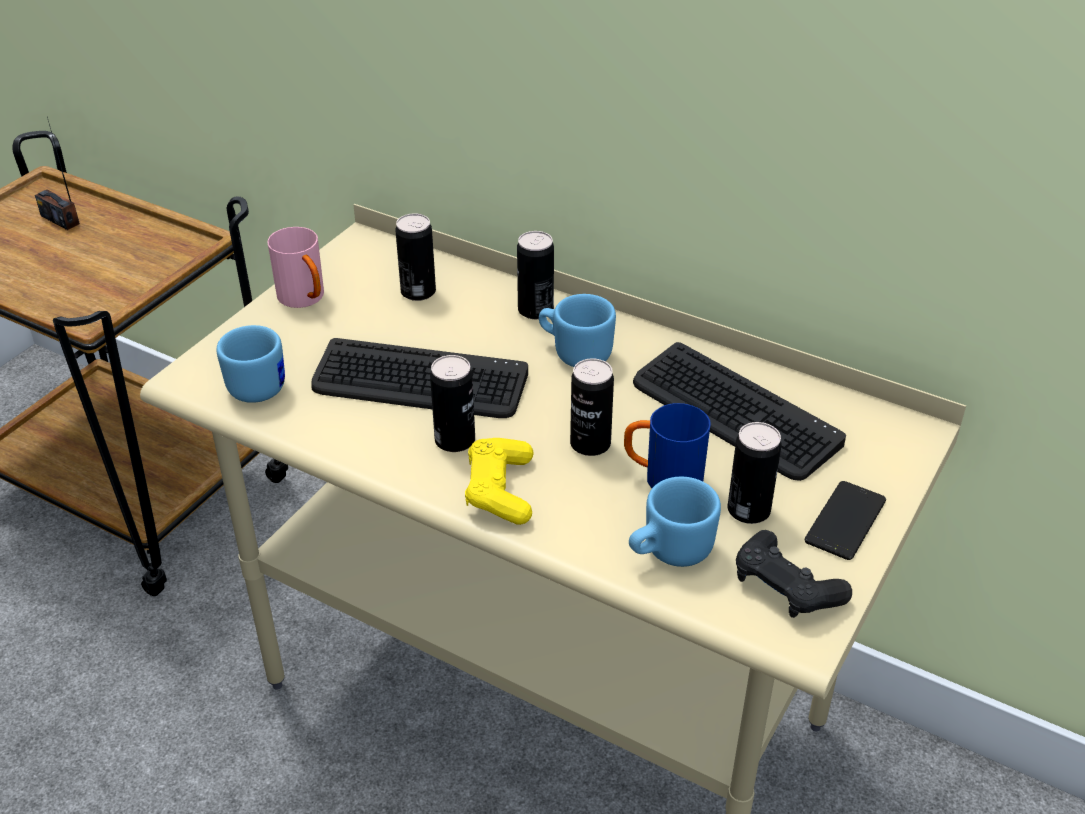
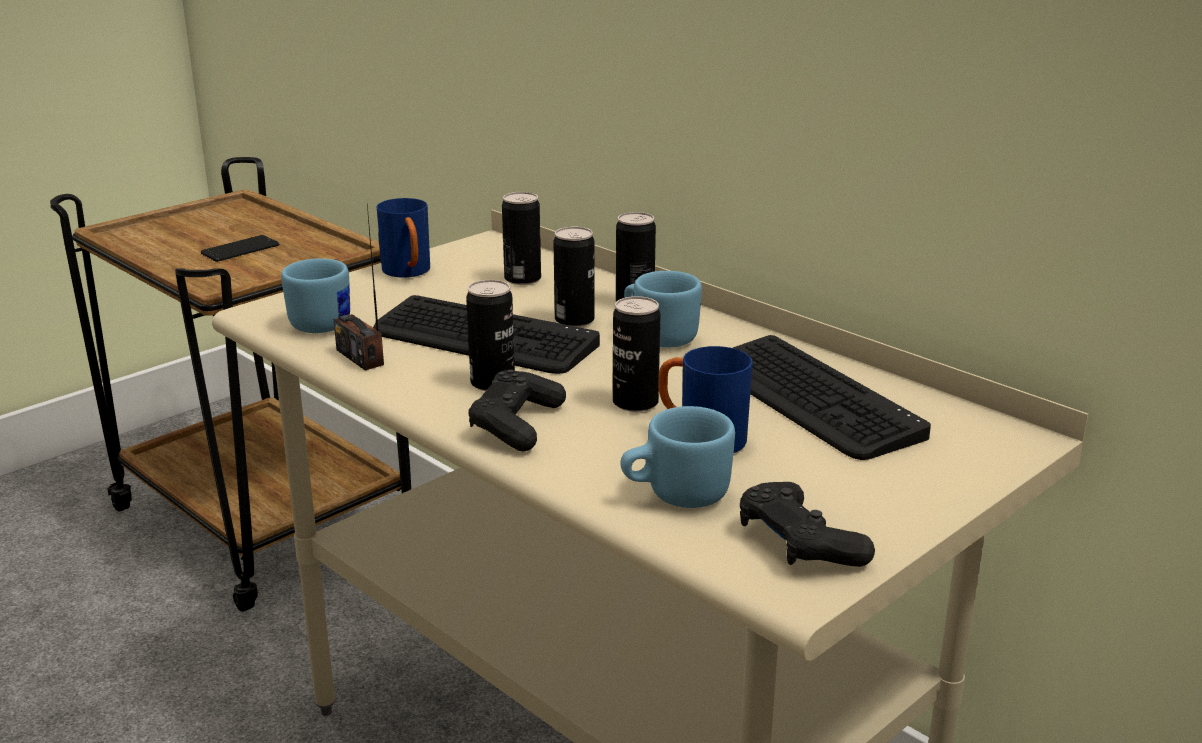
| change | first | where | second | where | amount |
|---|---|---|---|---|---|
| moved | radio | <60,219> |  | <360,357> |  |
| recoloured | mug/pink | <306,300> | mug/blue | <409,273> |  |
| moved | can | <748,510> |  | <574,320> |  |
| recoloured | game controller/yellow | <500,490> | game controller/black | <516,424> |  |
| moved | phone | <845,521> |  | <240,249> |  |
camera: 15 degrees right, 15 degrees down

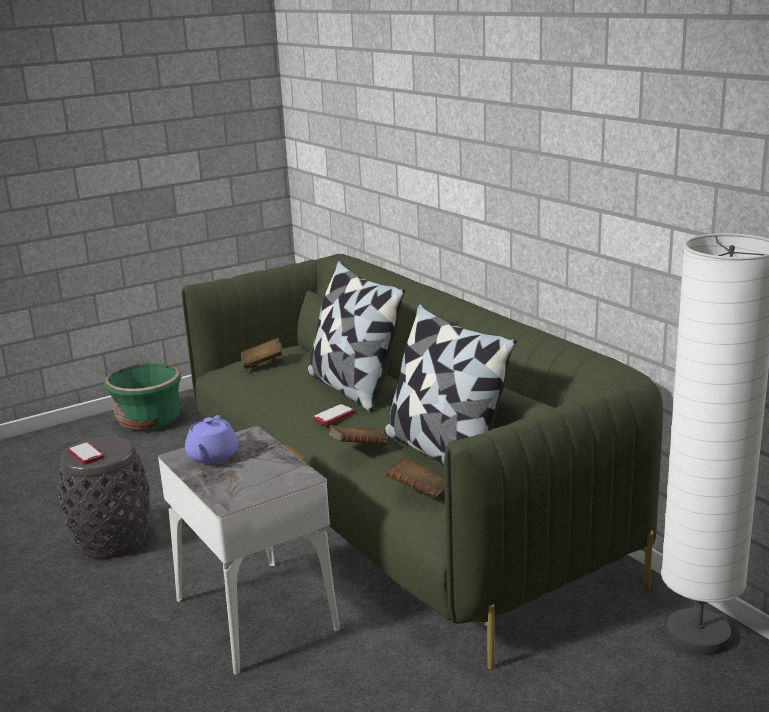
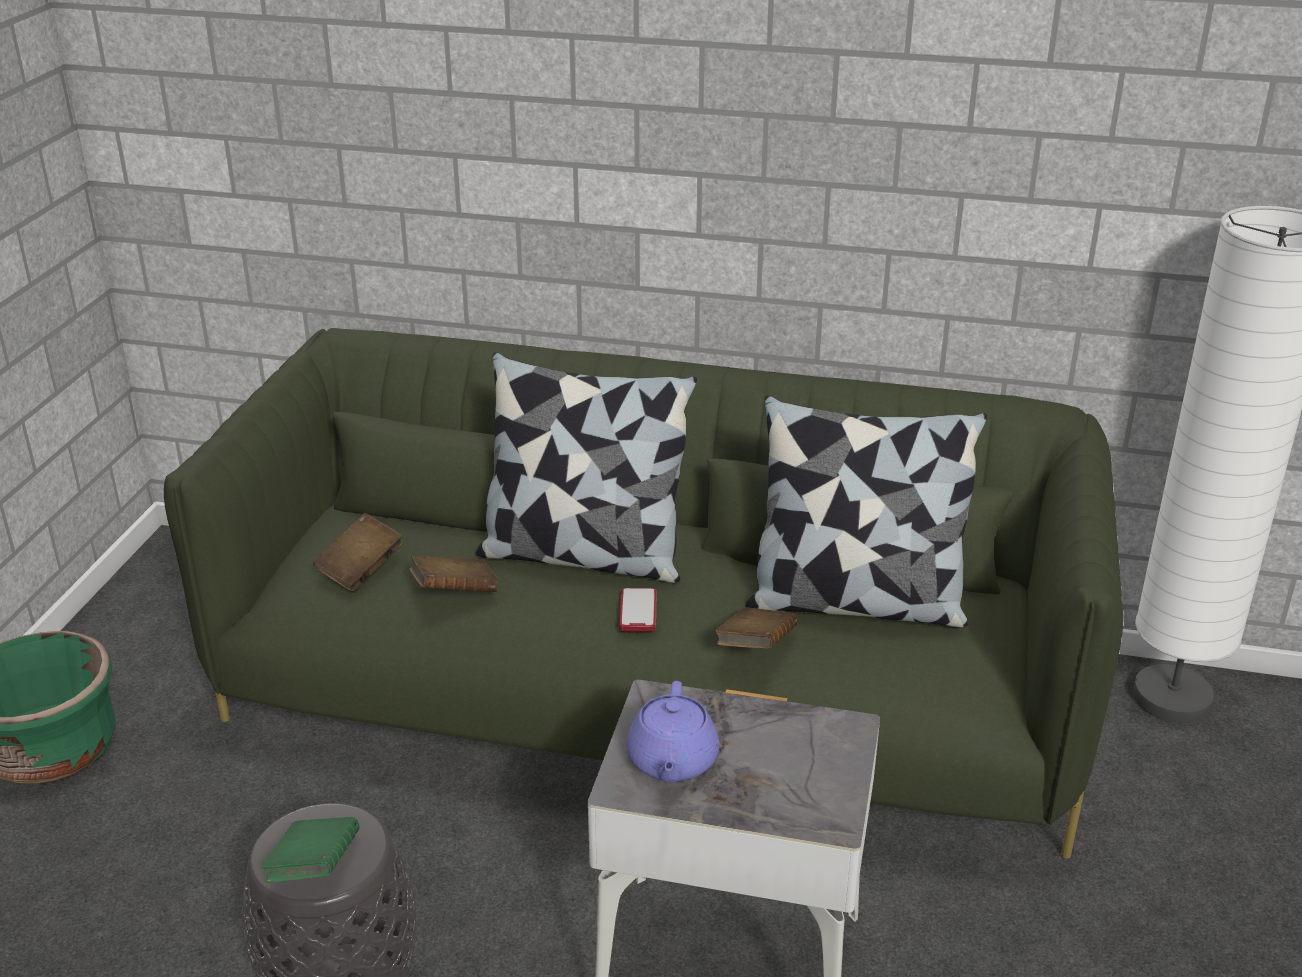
| change | first | where | second | where | amount |
|---|---|---|---|---|---|
| turned | teapot/purple | <212,457> |  | <672,762> | 45 degrees clockwise |
| replaced | phone | <86,455> | book/green | <314,868> |  |
| moved | book/brown | <417,491> |  | <455,592> |  |
camera: 45 degrees left, 10 degrees up

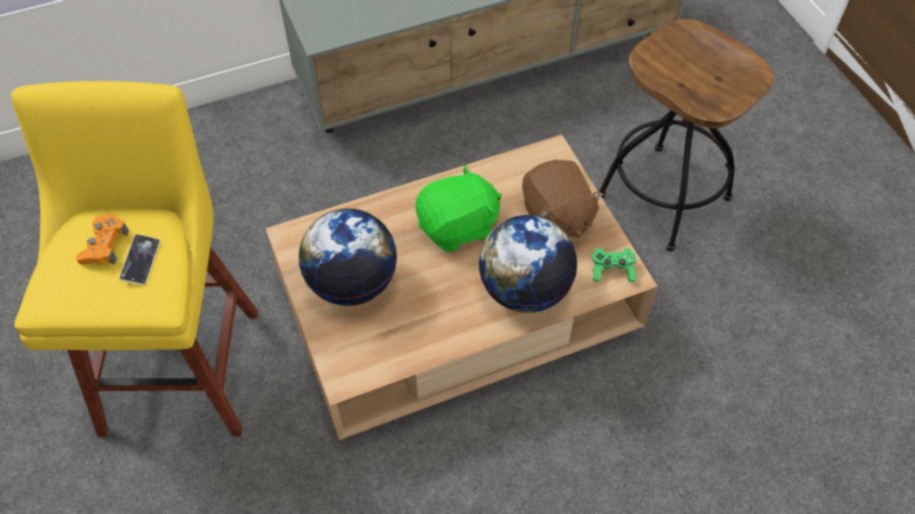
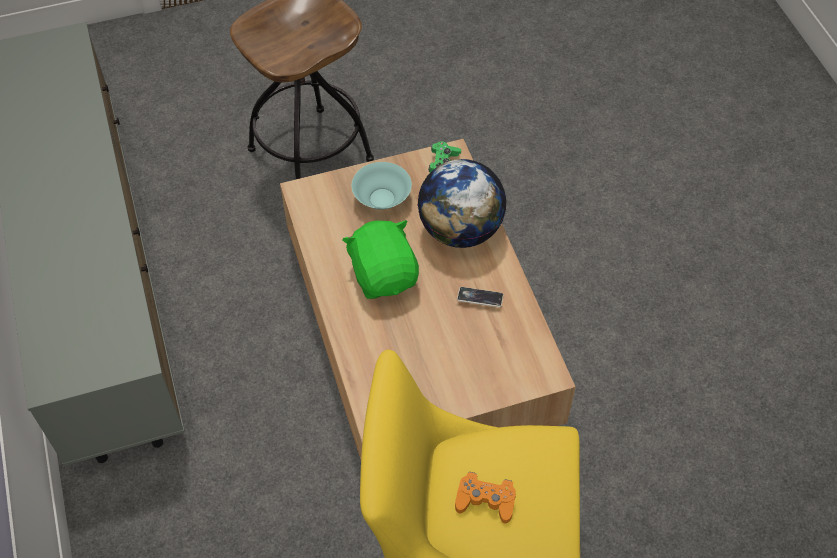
| change | first | where | second | where | amount |
|---|---|---|---|---|---|
| replaced | plush toy/brown | <556,217> | bowl/turquoise | <381,198> |  |
| removed | globe | <352,282> |  |  |  |
| moved | phone | <141,261> |  | <480,298> |  |
camera: 85 degrees left, 0 degrees up

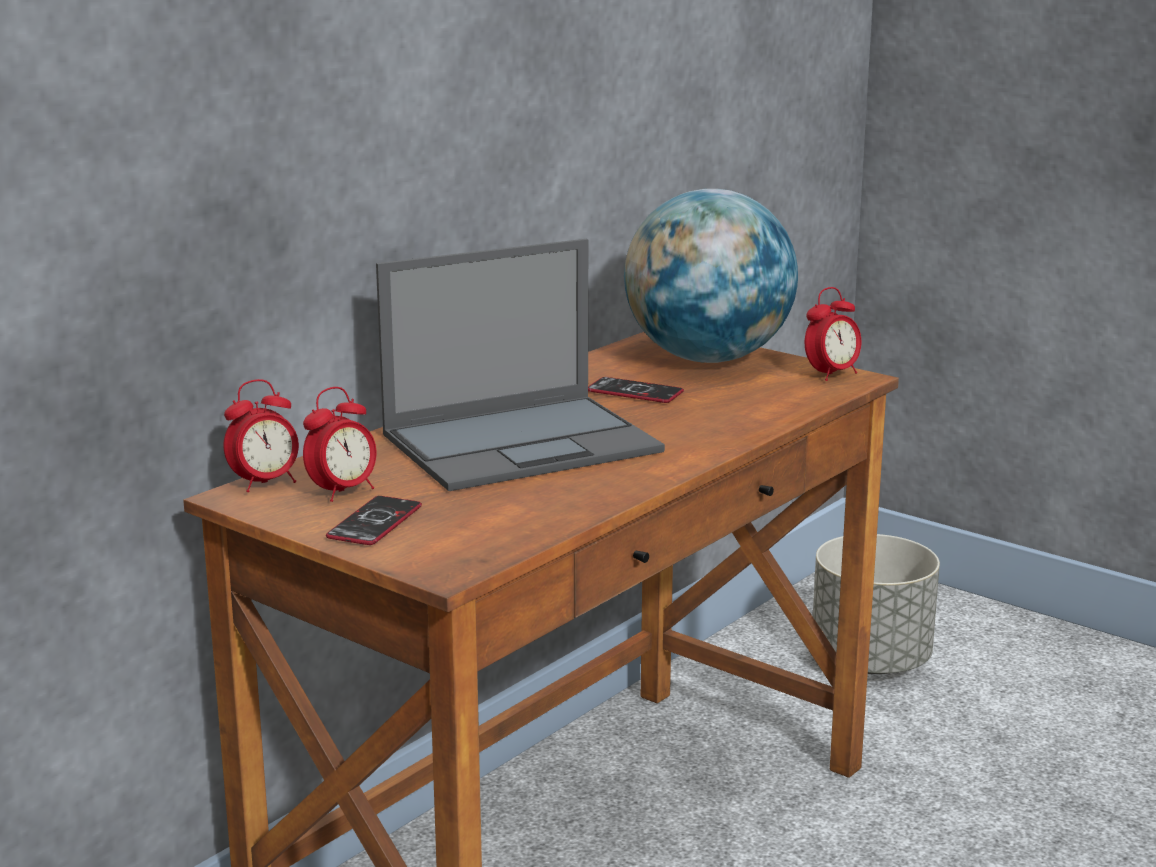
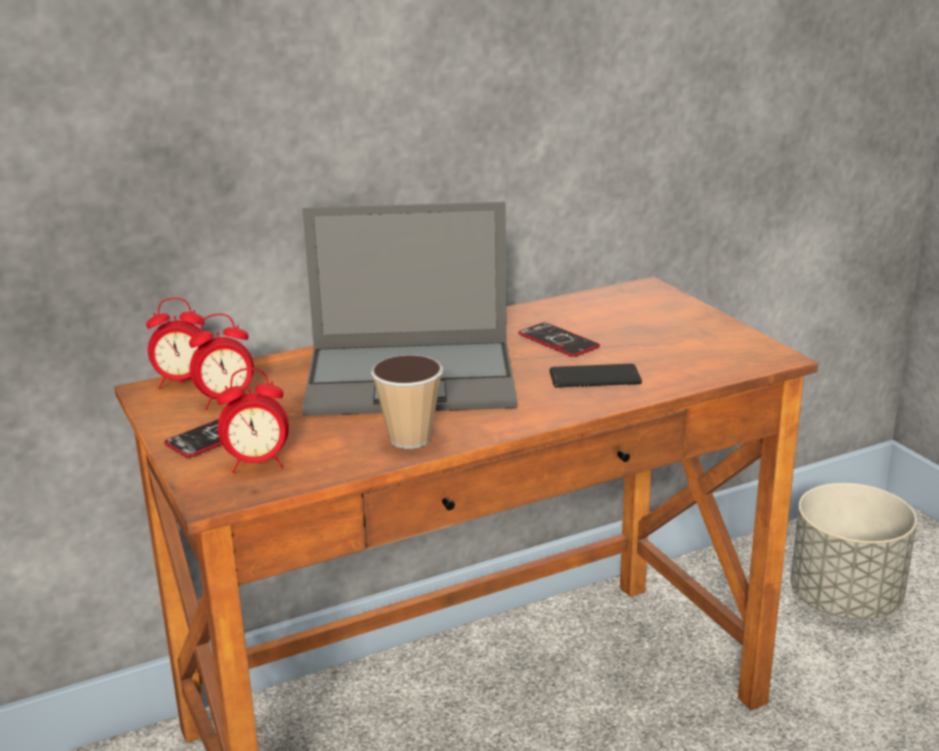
| change | first | where | second | where | amount |
|---|---|---|---|---|---|
| removed | globe | <707,359> |  |  |  |
| moved | alarm clock | <831,375> |  | <257,464> |  |
| added |  |  | cup | <410,439> |  |
| added |  |  | phone | <595,377> |  |
camera: 25 degrees right, 5 degrees up

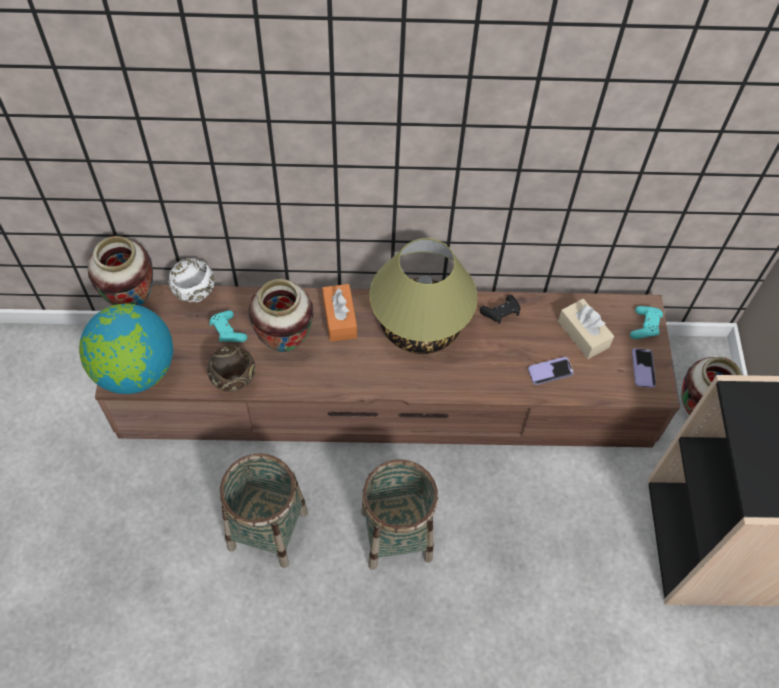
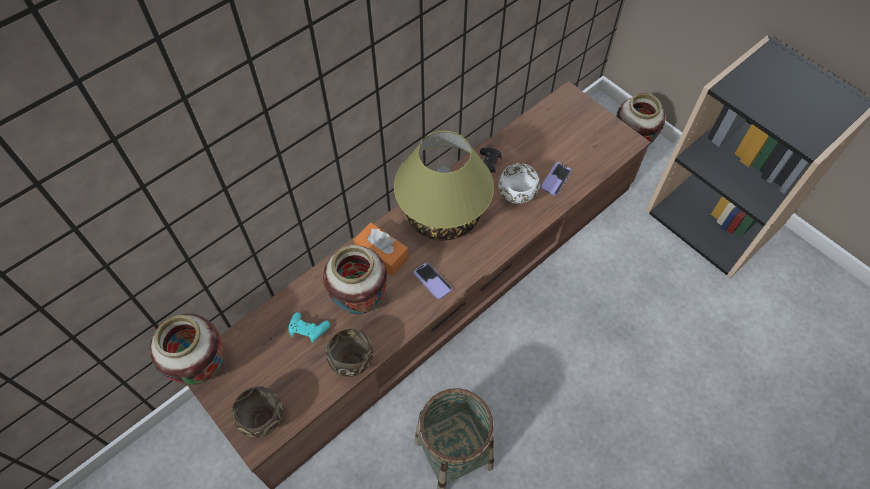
| change | first | where | second | where | amount |
|---|---|---|---|---|---|
| moved | bowl/white | <194,295> |  | <515,198> |  |
| removed | tissue box/beige | <583,334> |  |  |  |
| replaced | globe | <135,370> | bowl/brown | <264,421> |  |
| removed | game controller/turquoise | <645,327> |  |  |  |
| moved | phone | <643,368> |  | <432,281> |  |
| removed | basket | <396,535> |  |  |  |
camera: 40 degrees left, 0 degrees up

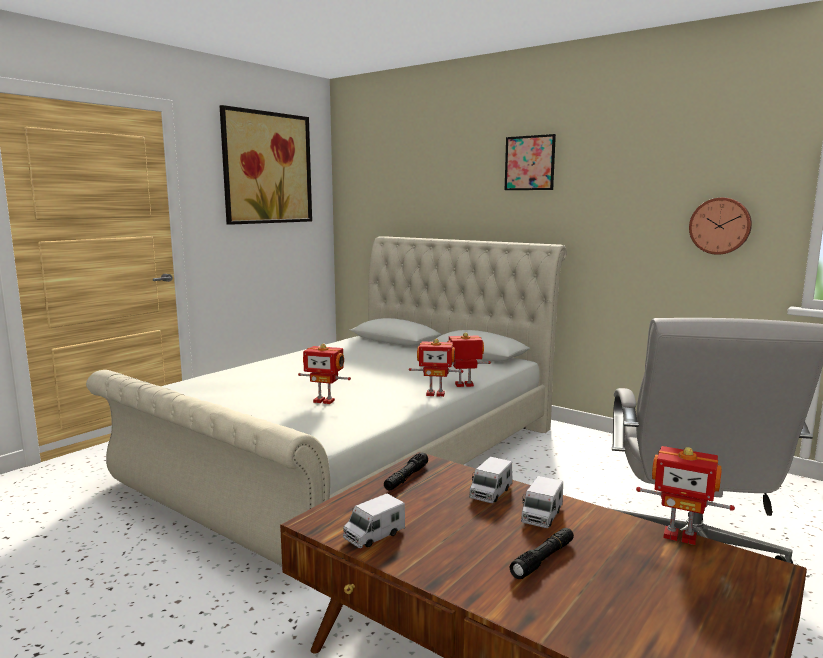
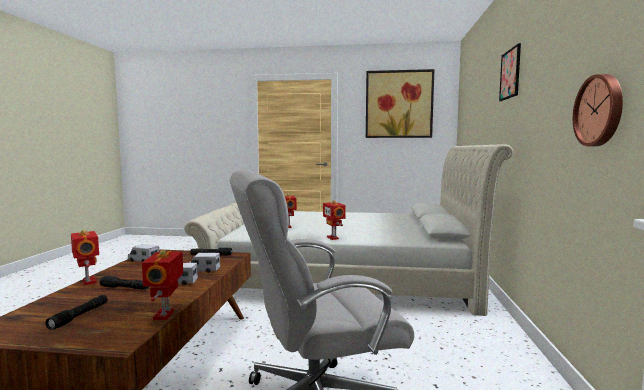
| change | first | where | second | where | amount |
|---|---|---|---|---|---|
| moved | toy robot | <464,385> |  | <87,282> |  |
| added |  |  | flashlight/black | <79,316> |  |
camera: 60 degrees right, 5 degrees down

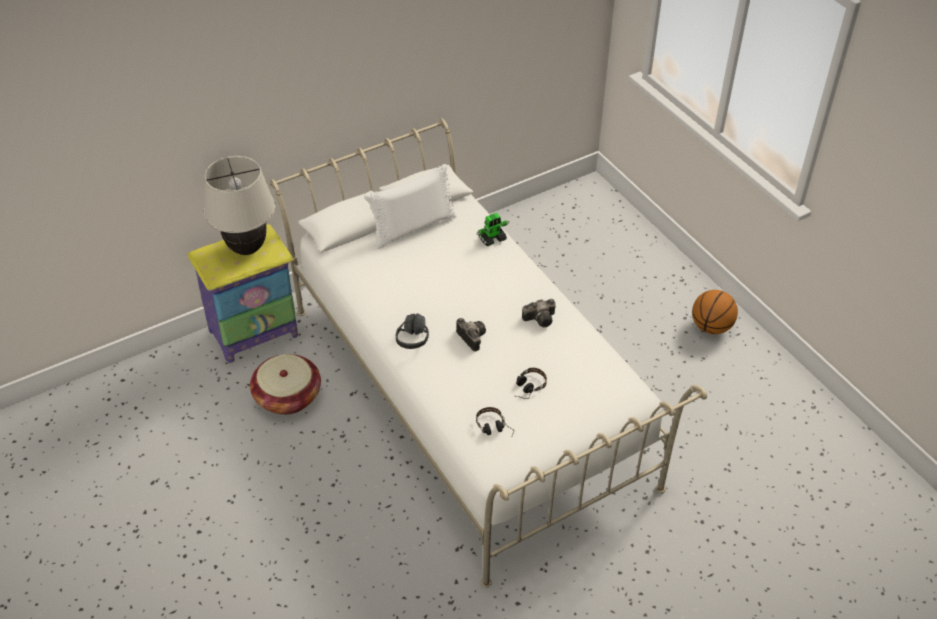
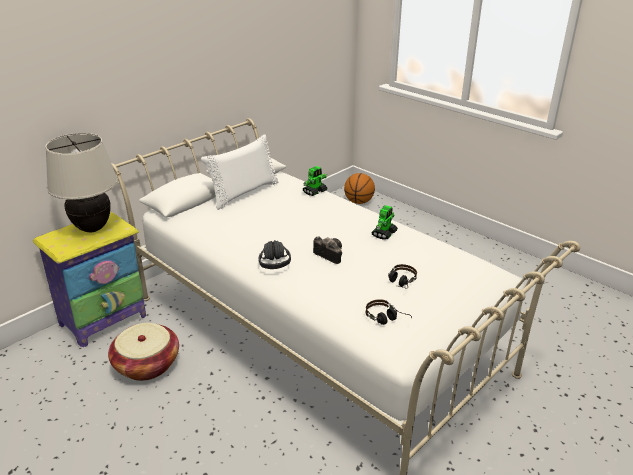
| change | first | where | second | where | amount |
|---|---|---|---|---|---|
| moved | basketball | <711,327> |  | <359,202> |  |
| replaced | photo camera | <541,318> | toy robot | <384,234> |  |
camera: 15 degrees left, 15 degrees down

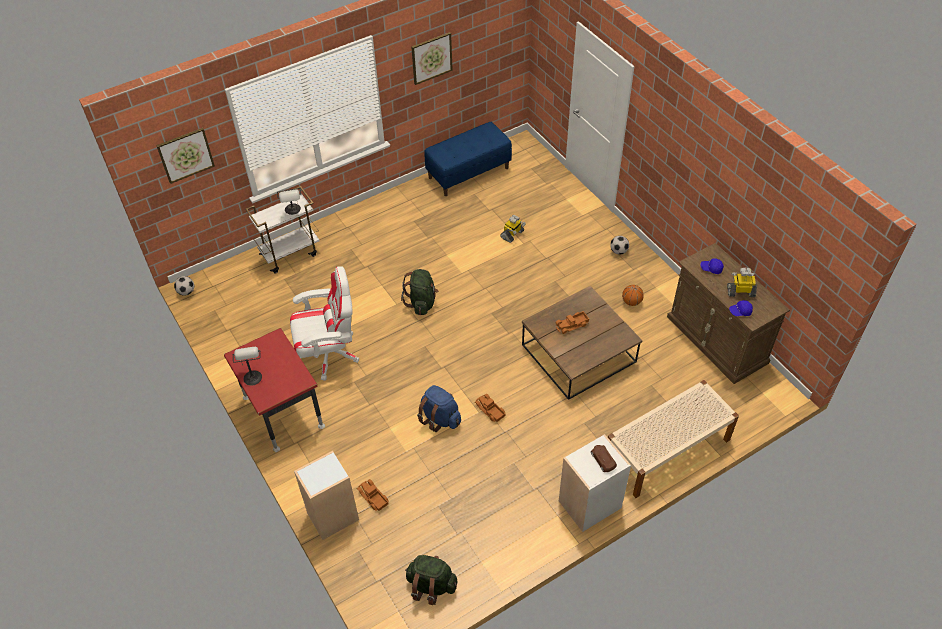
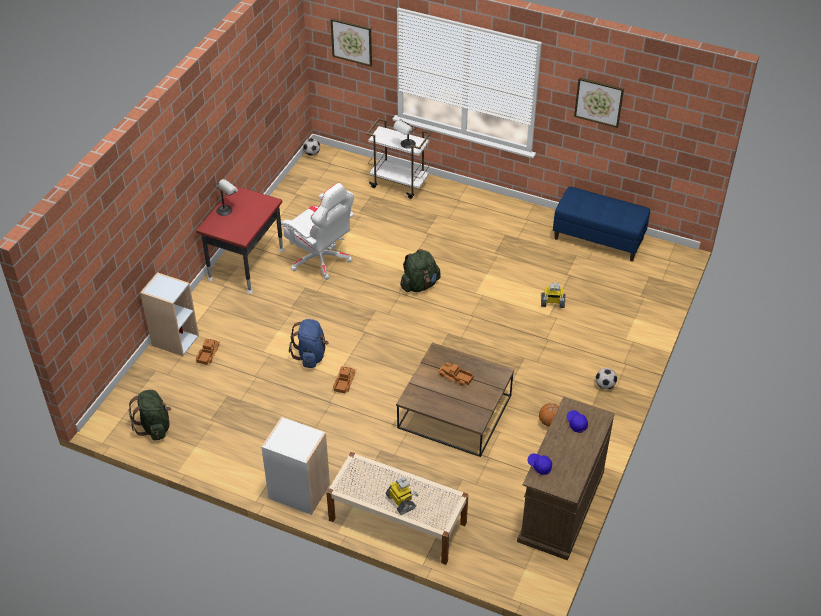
| change | first | where | second | where | amount |
|---|---|---|---|---|---|
| moved | toy robot | <740,291> |  | <401,501> |  |
| removed | toy car/brown | <603,460> |  |  |  |
camera: 55 degrees right, 5 degrees down

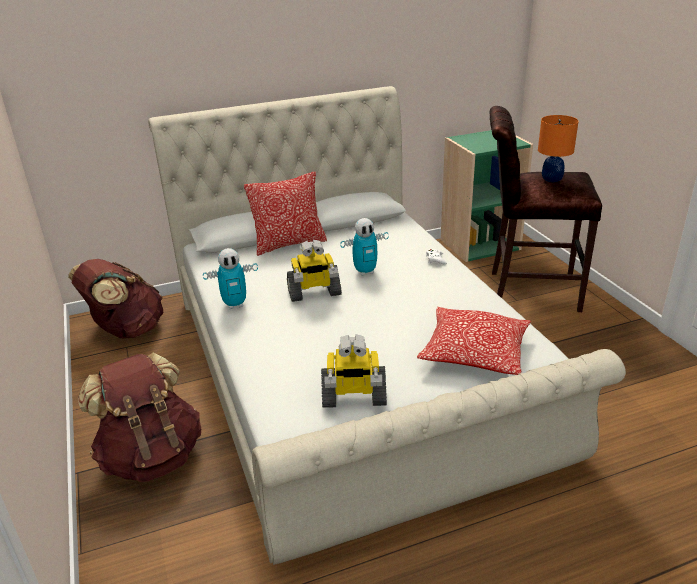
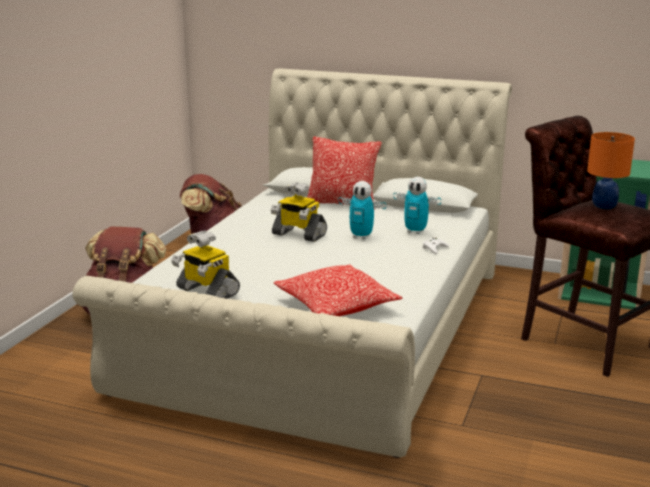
| change | first | where | second | where | amount |
|---|---|---|---|---|---|
| moved | toy robot | <235,304> |  | <415,231> |  |
camera: 40 degrees right, 10 degrees down

